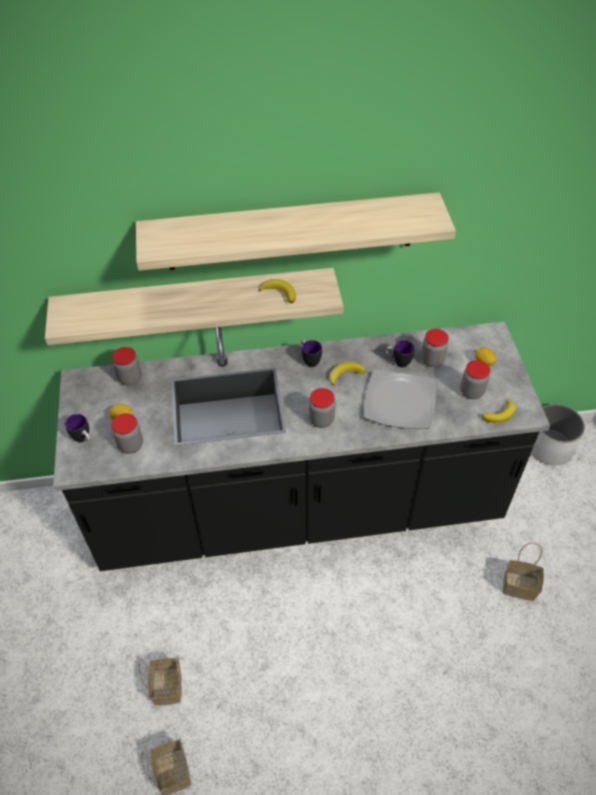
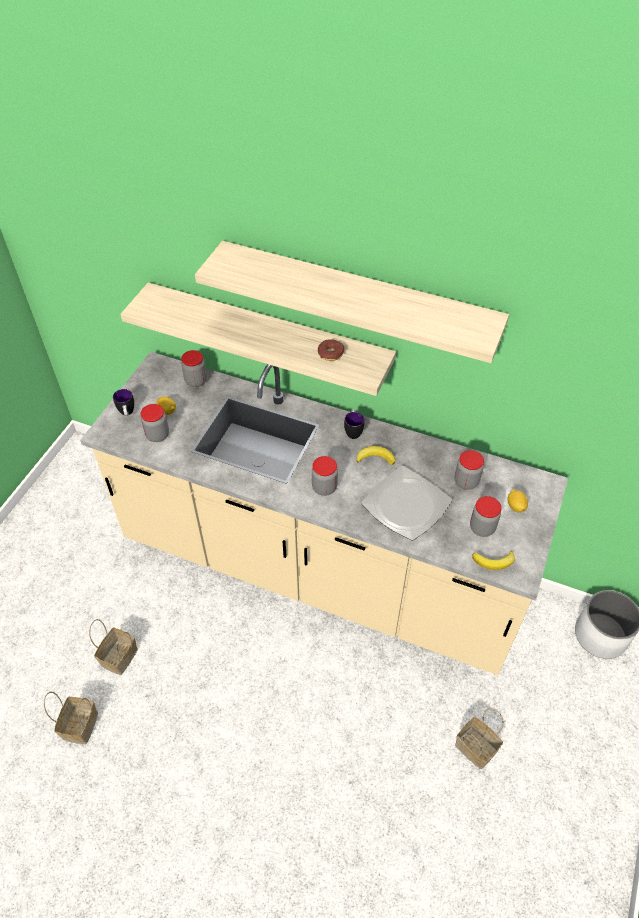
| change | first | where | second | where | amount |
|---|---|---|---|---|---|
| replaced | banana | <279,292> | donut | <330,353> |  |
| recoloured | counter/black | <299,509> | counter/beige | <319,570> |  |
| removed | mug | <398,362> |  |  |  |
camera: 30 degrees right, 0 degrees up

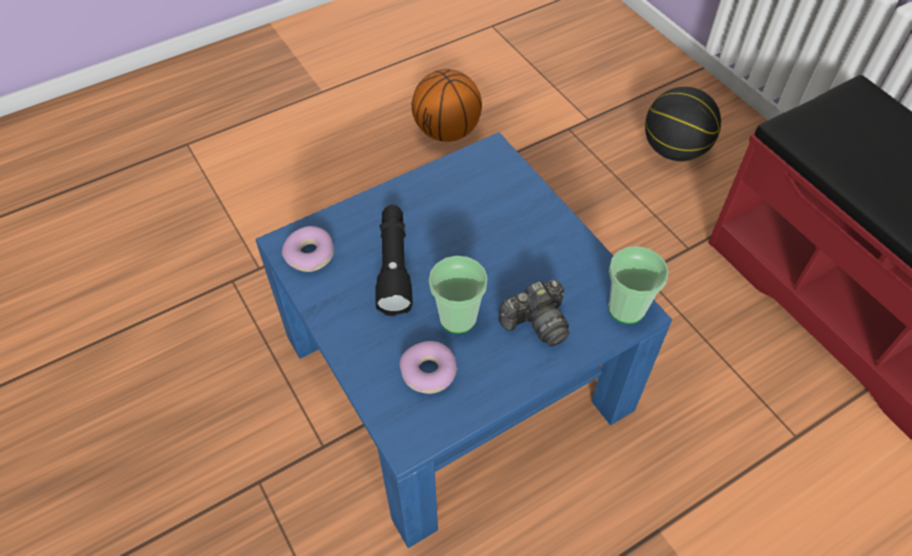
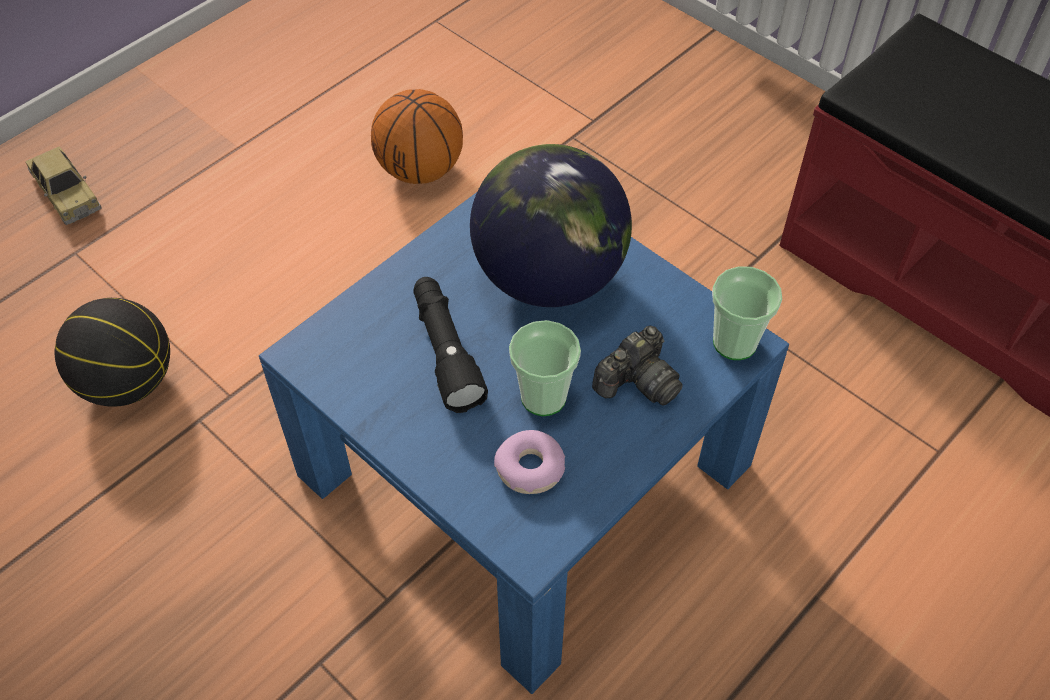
| change | first | where | second | where | amount |
|---|---|---|---|---|---|
| moved | basketball | <674,150> |  | <128,382> |  |
| removed | donut | <310,255> |  |  |  |
| added |  |  | globe | <549,278> |  |
| added |  |  | toy car | <66,193> |  |
camera: 15 degrees left, 0 degrees up

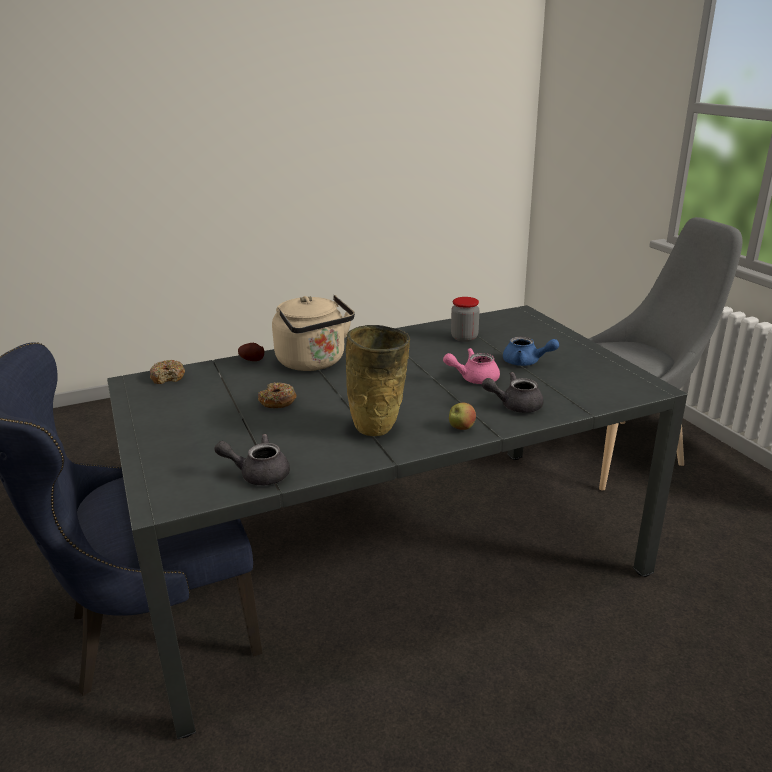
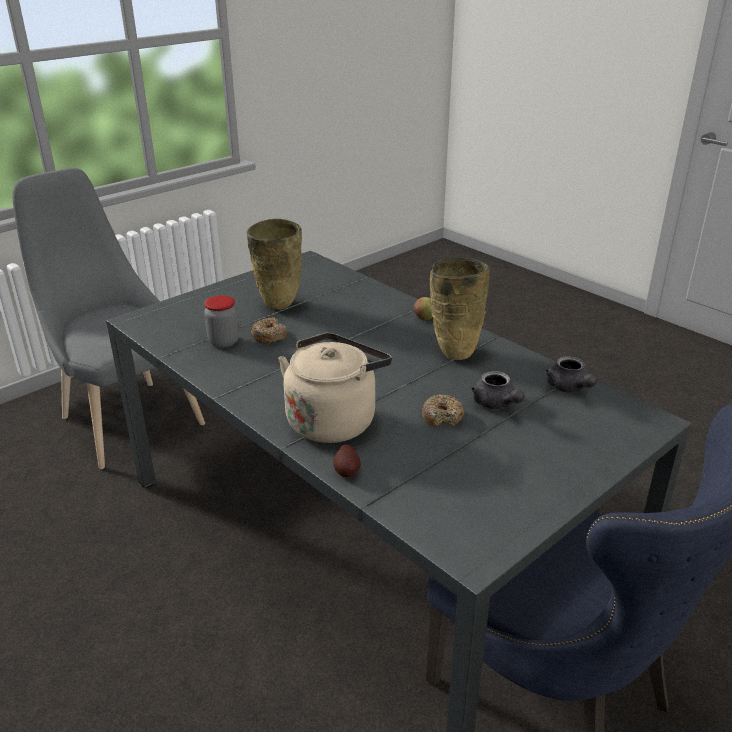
| change | first | where | second | where | amount |
|---|---|---|---|---|---|
| replaced | teapot/blue | <526,362> | vase/beige | <278,306> |  |
| removed | teapot/pink | <473,378> |  |  |  |
| moved | donut | <168,377> |  | <269,336> |  |
| moved | teapot/grey | <514,405> |  | <496,404> |  |
camera: 110 degrees left, 5 degrees up

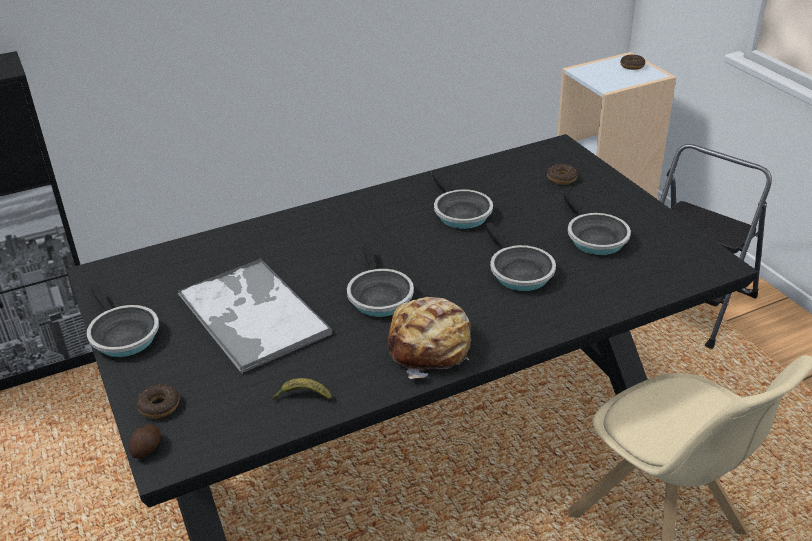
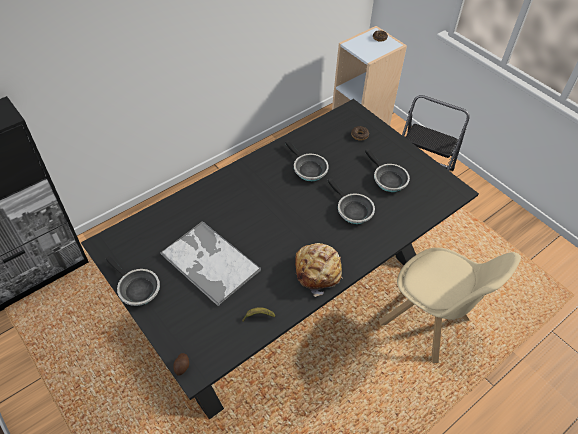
| change | first | where | second | where | amount |
|---|---|---|---|---|---|
| removed | frying pan | <378,296> |  |  |  |
| removed | donut | <159,406> |  |  |  |
camera: 15 degrees left, 15 degrees up

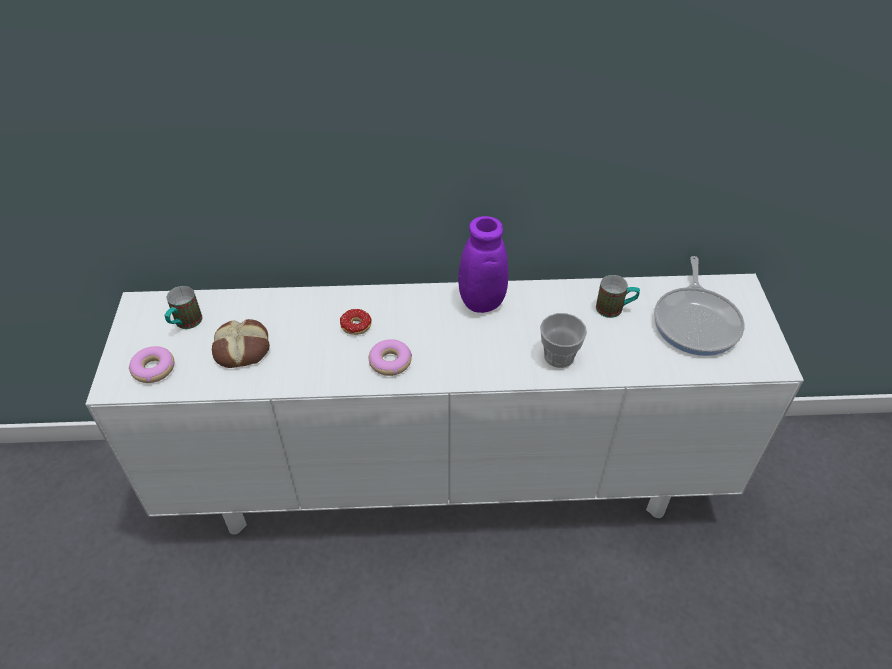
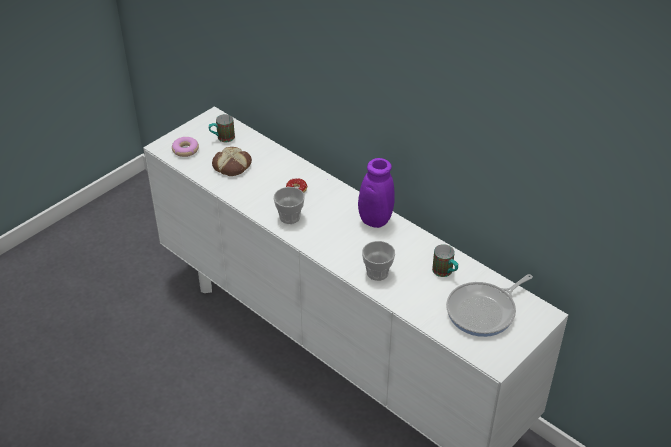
| change | first | where | second | where | amount |
|---|---|---|---|---|---|
| replaced | donut | <390,362> | cup | <290,217> |  |
camera: 45 degrees right, 5 degrees down

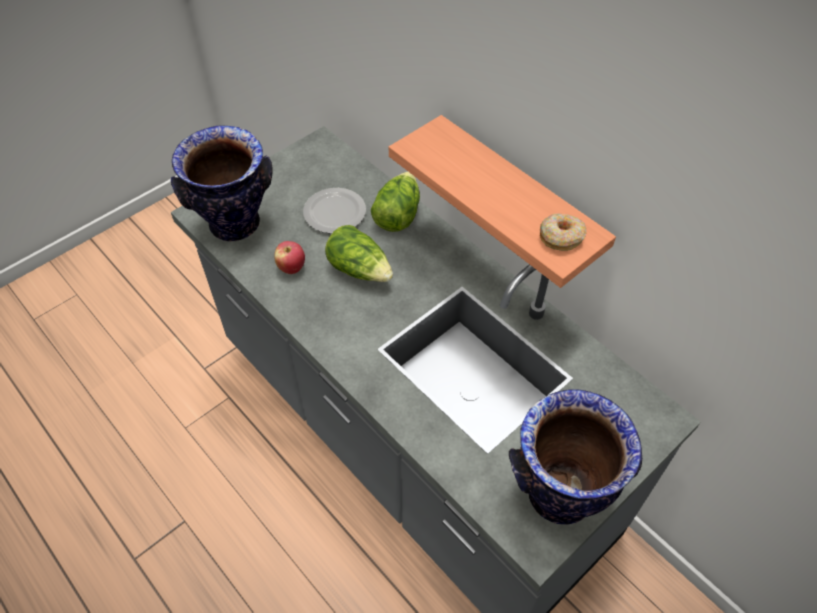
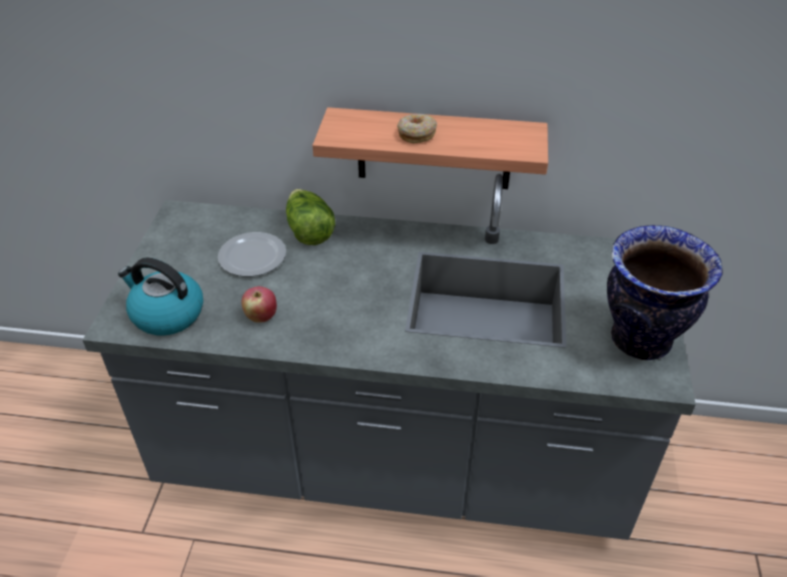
| change | first | where | second | where | amount |
|---|---|---|---|---|---|
| replaced | vase | <235,225> | kettle | <166,314> |  |
| moved | donut | <561,237> |  | <416,134> |  |
| removed | lettuce | <360,269> |  |  |  |
camera: 40 degrees left, 10 degrees down

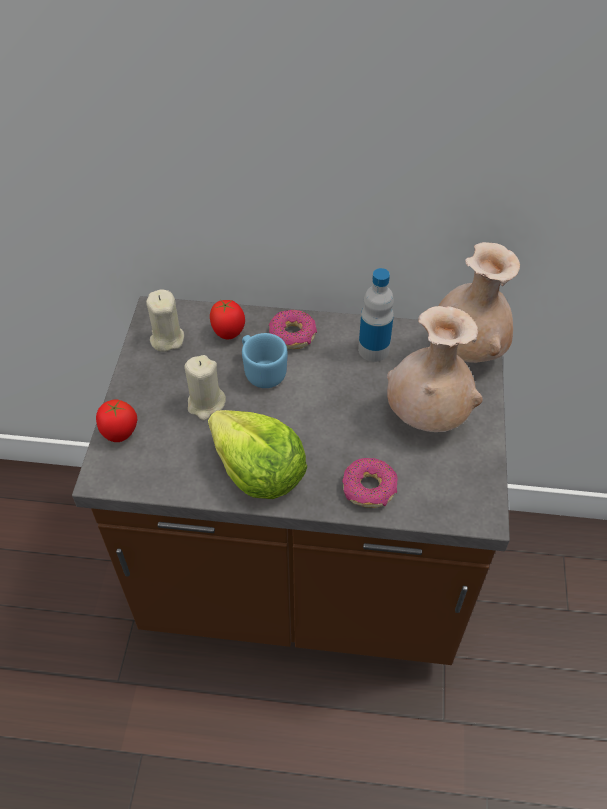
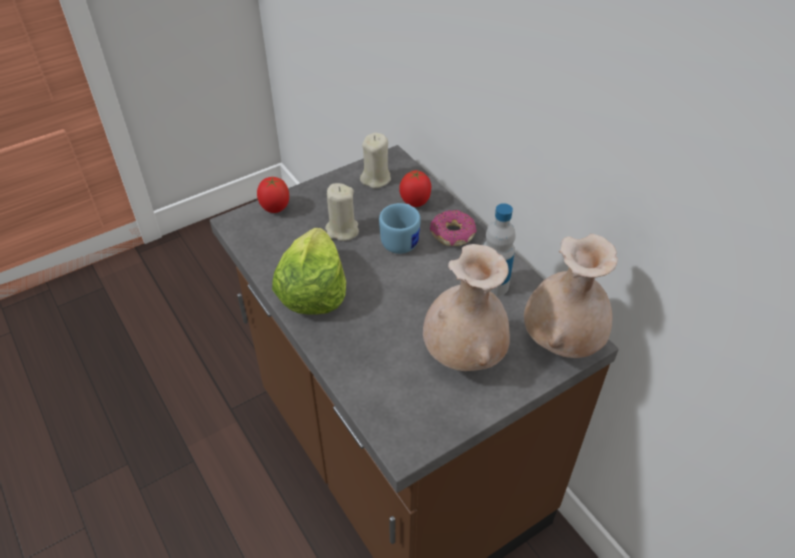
| change | first | where | second | where | amount |
|---|---|---|---|---|---|
| removed | donut | <369,488> |  |  |  |
camera: 50 degrees right, 5 degrees down

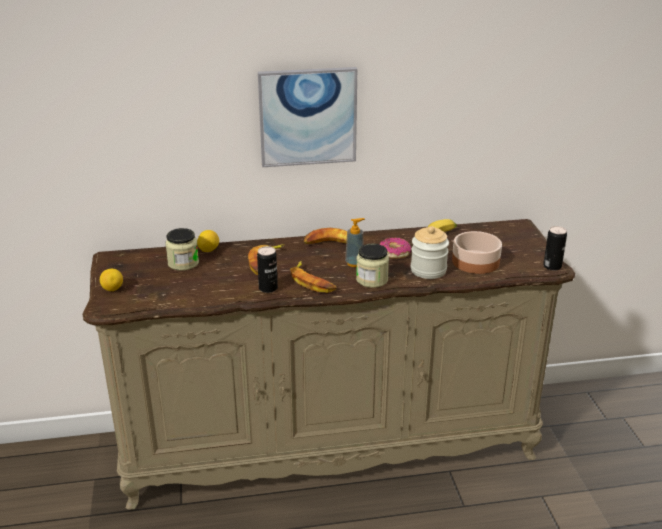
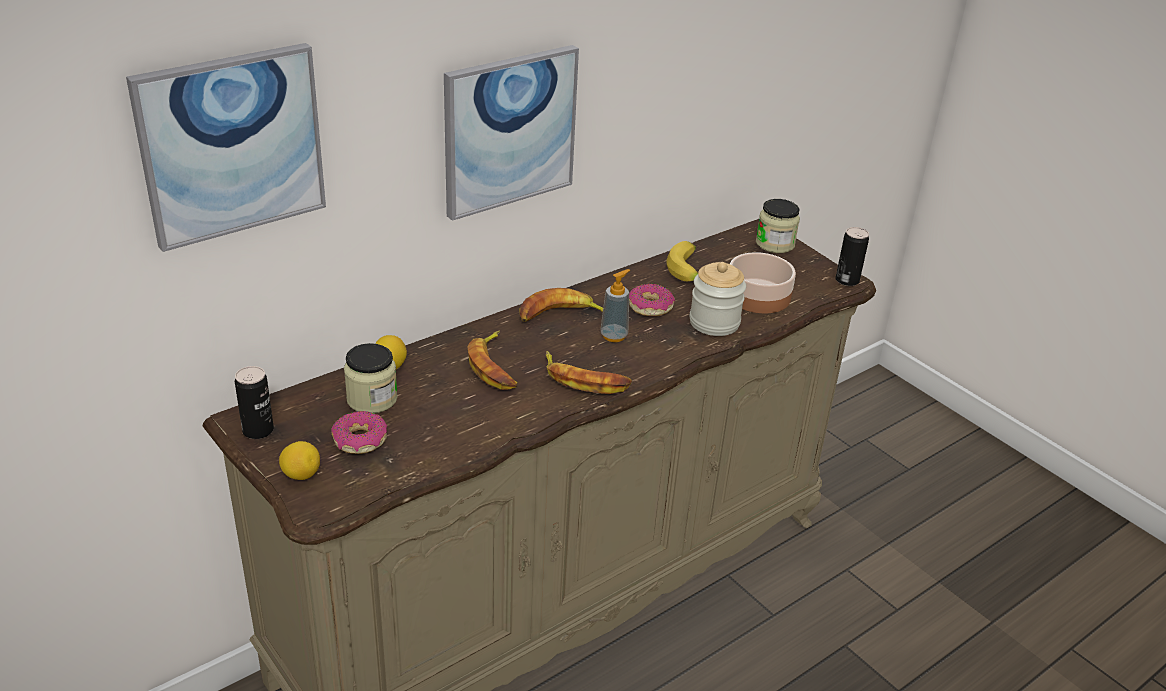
| change | first | where | second | where | amount |
|---|---|---|---|---|---|
| moved | jar | <372,280> |  | <775,244> |  |
| moved | can | <268,288> |  | <258,431> |  |
| added |  |  | picture | <231,145> |  |
| added |  |  | donut | <360,440> |  |
camera: 30 degrees left, 5 degrees up

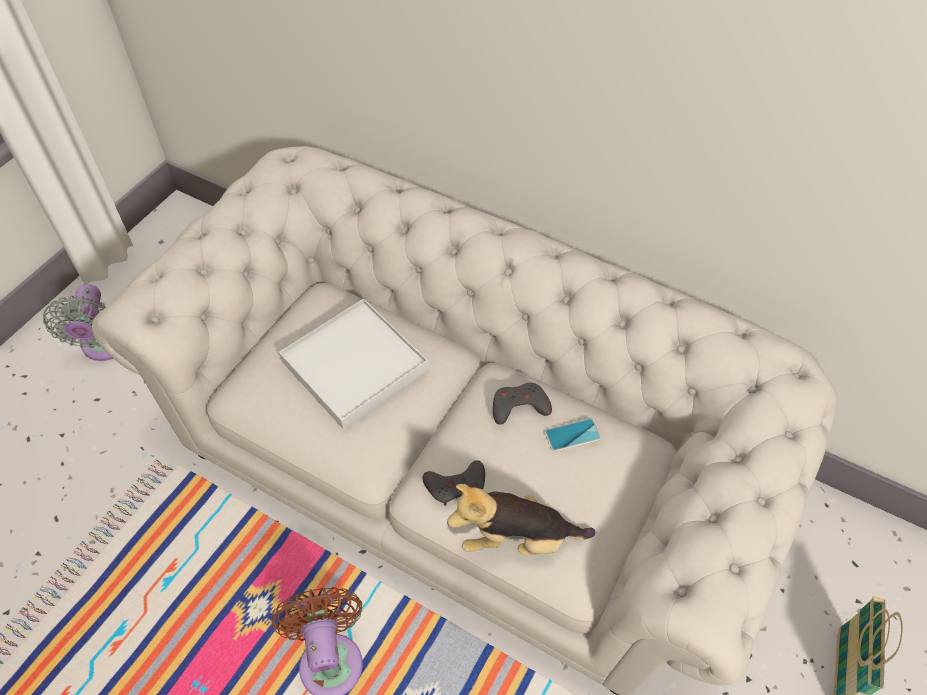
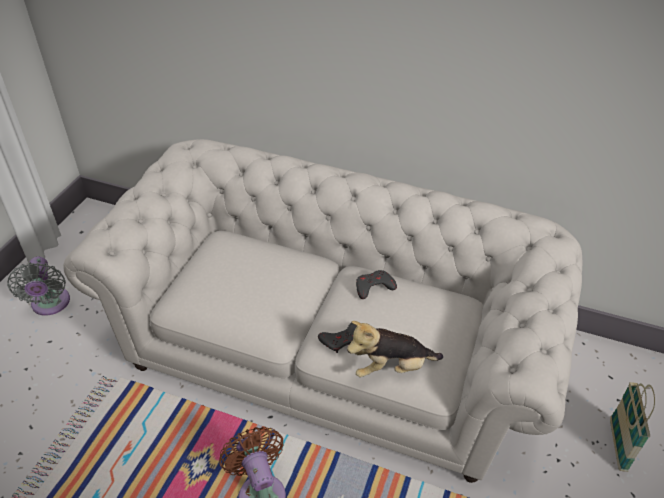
| change | first | where | second | where | amount |
|---|---|---|---|---|---|
| removed | tray/white | <355,365> |  |  |  |
| removed | phone | <572,435> |  |  |  |
camera: 10 degrees left, 10 degrees down

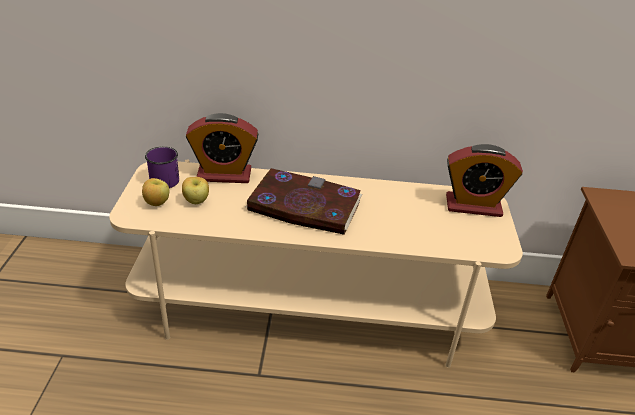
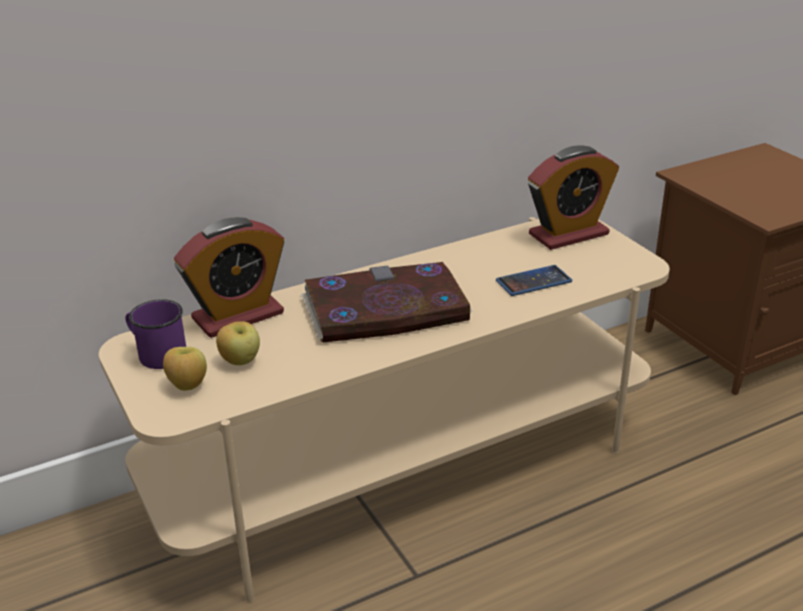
| change | first | where | second | where | amount |
|---|---|---|---|---|---|
| added |  |  | phone | <533,281> |  |
camera: 30 degrees left, 5 degrees down

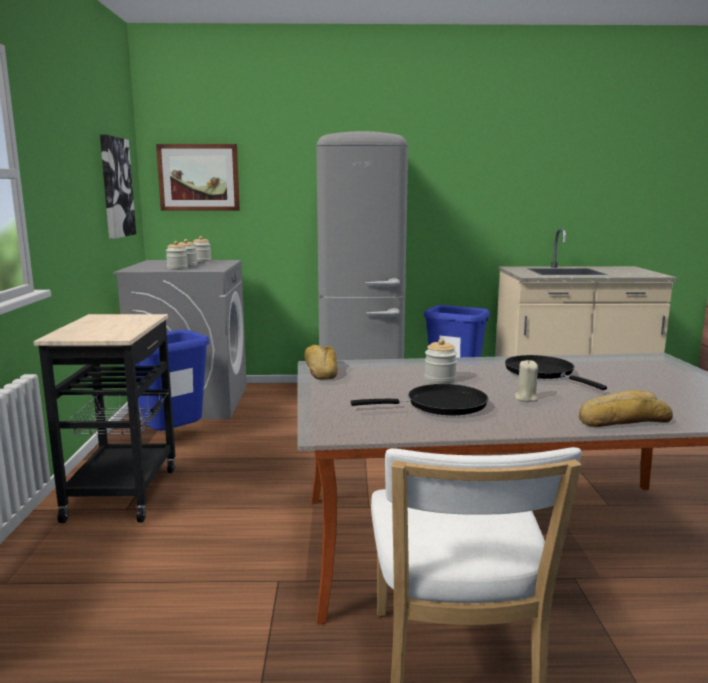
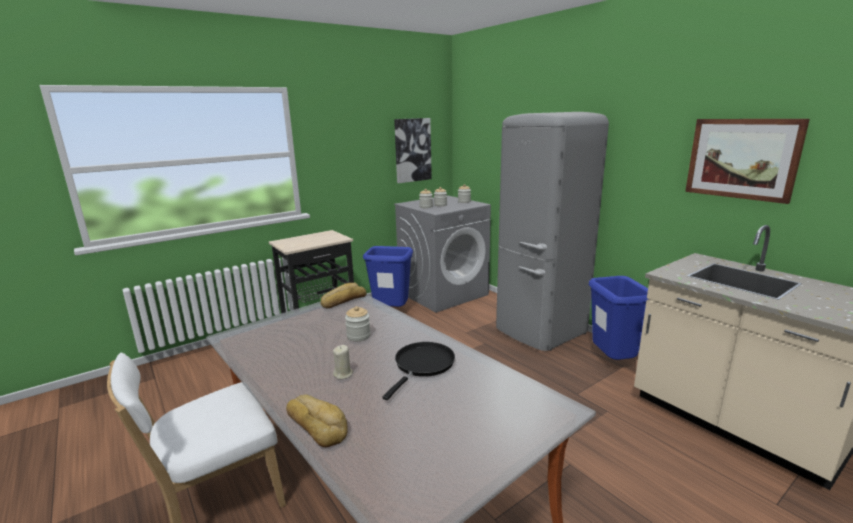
| change | first | where | second | where | amount |
|---|---|---|---|---|---|
| moved | picture | <199,177> |  | <742,158> |  |
| removed | frying pan/black | <440,405> |  |  |  |
camera: 55 degrees right, 5 degrees up

